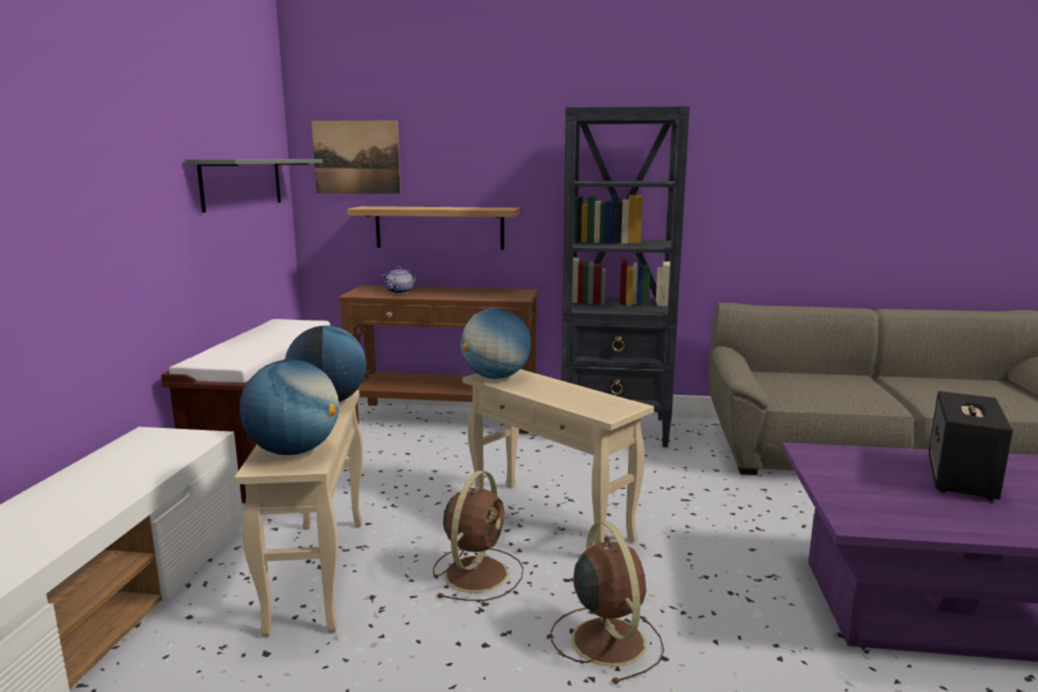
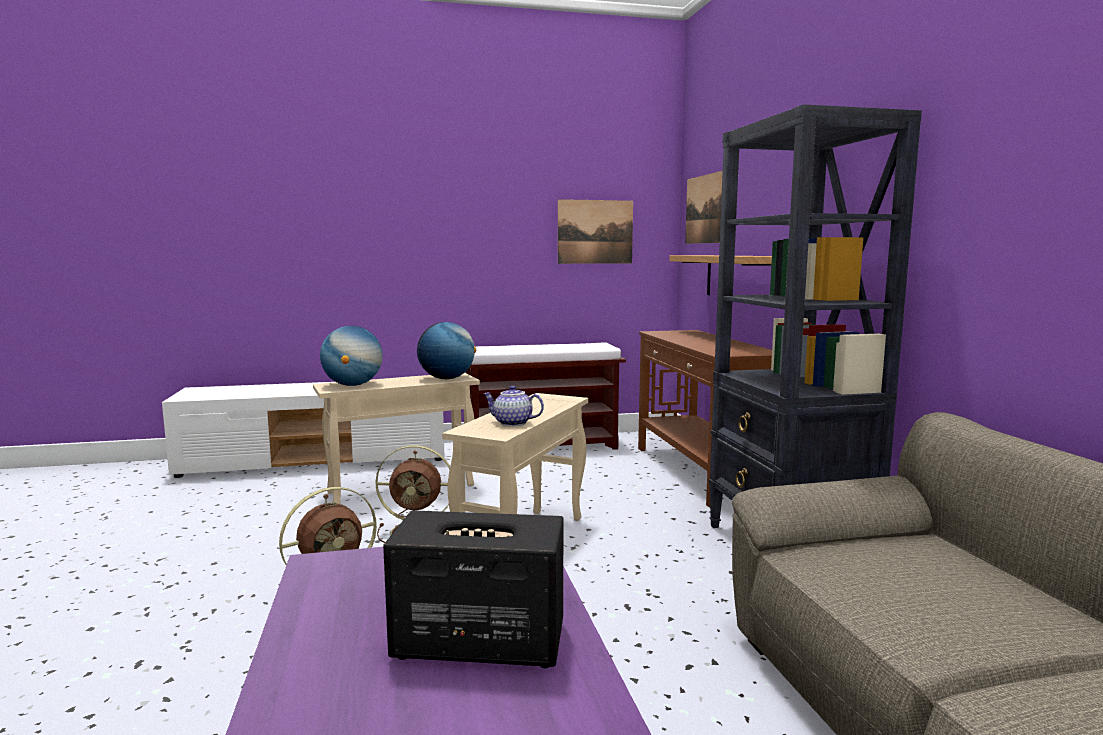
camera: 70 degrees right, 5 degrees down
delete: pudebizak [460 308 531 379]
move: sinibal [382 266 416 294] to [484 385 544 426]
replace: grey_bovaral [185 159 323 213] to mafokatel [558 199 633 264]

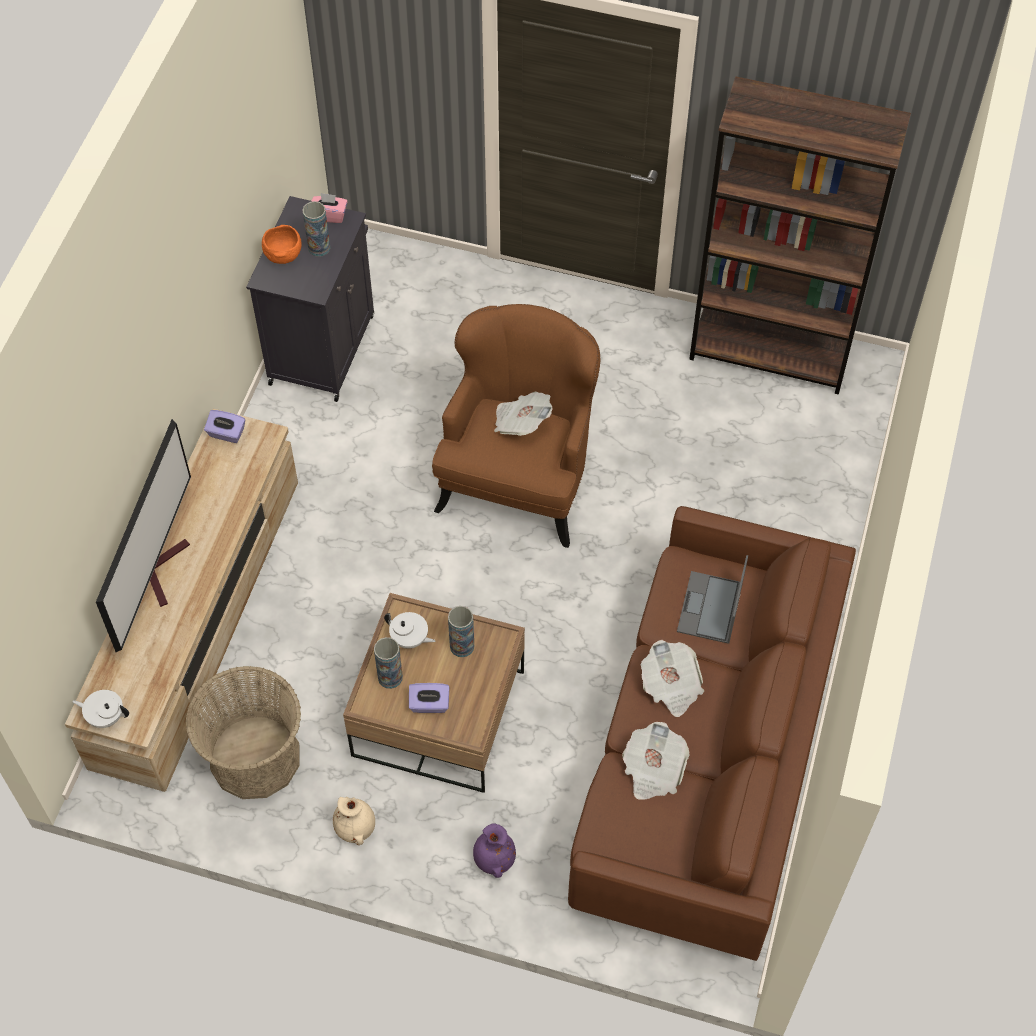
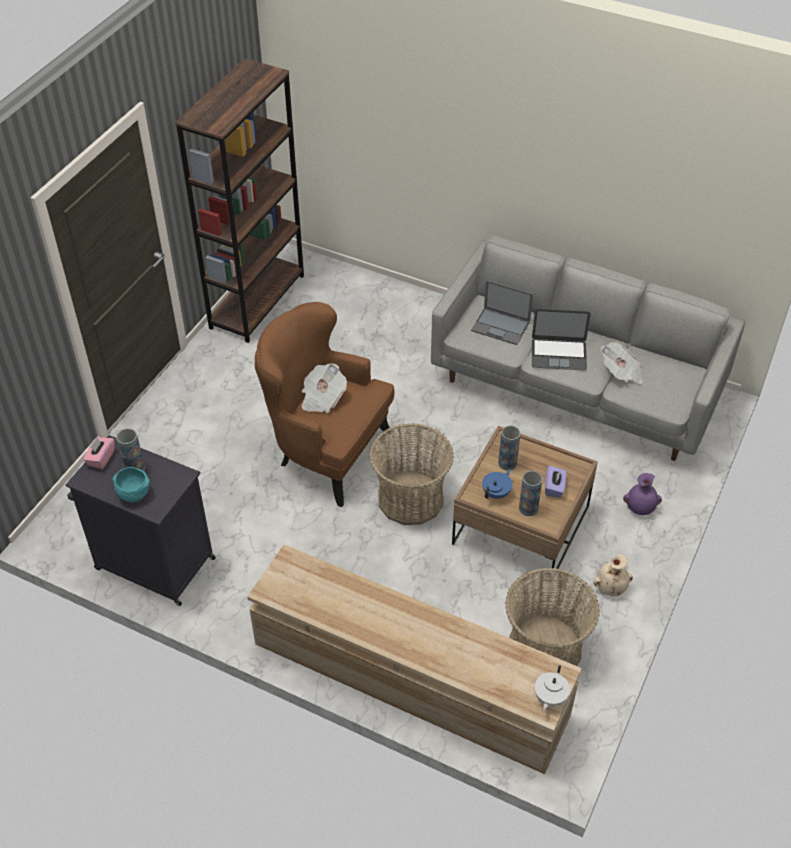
camera: 80 degrees left, 10 degrees down
delete: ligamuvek [96 419 191 652]; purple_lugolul [204 410 245 443]
insert: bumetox [369 423 454 525]
replace: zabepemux [641 640 704 717] to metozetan [532 309 591 370]
recolor: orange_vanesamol [262 225 301 264] to turquoise_vanesamol [112 467 150 503]; white_sinibal [384 612 435 649] to blue_sinibal [482 469 512 499]; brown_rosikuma [568 506 856 961] to grey_rosikuma [431 235 746 461]

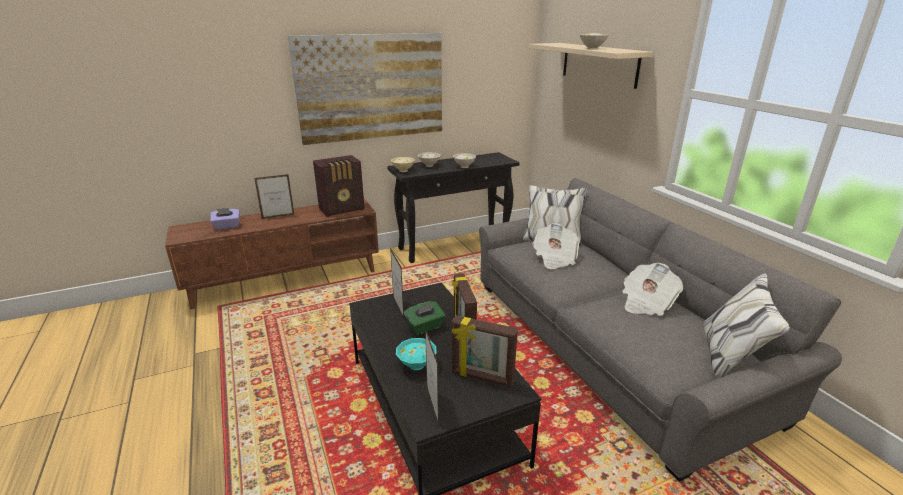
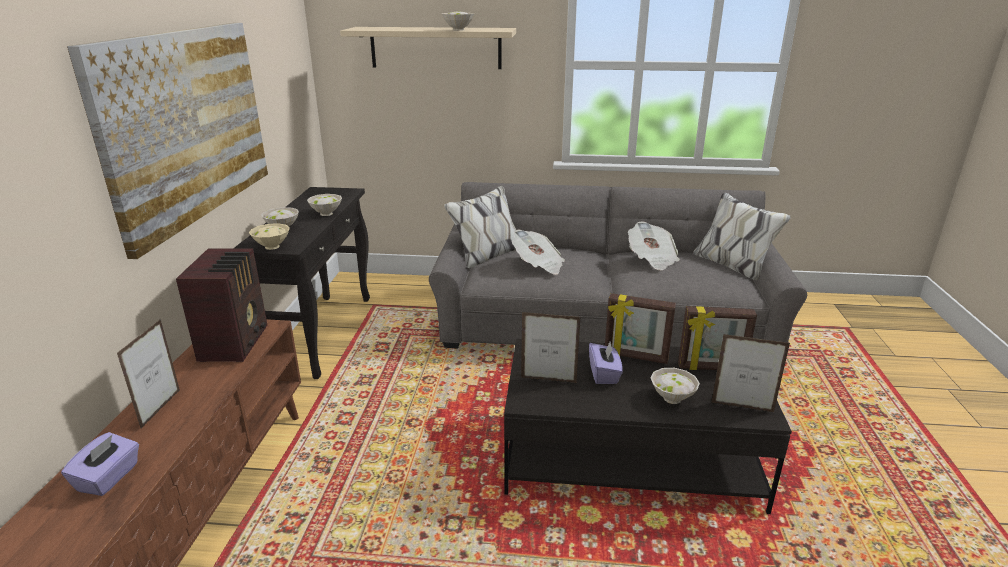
camera: 60 degrees left, 0 degrees up
recolor: turquoise_vanesamol [396 338 437 370] to white_vanesamol [651 368 700 404]; green_lugolul [404 301 446 335] to purple_lugolul [589 340 623 384]
rotate: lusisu [452 315 518 387] = [678 306 757 370] 45 degrees clockwise

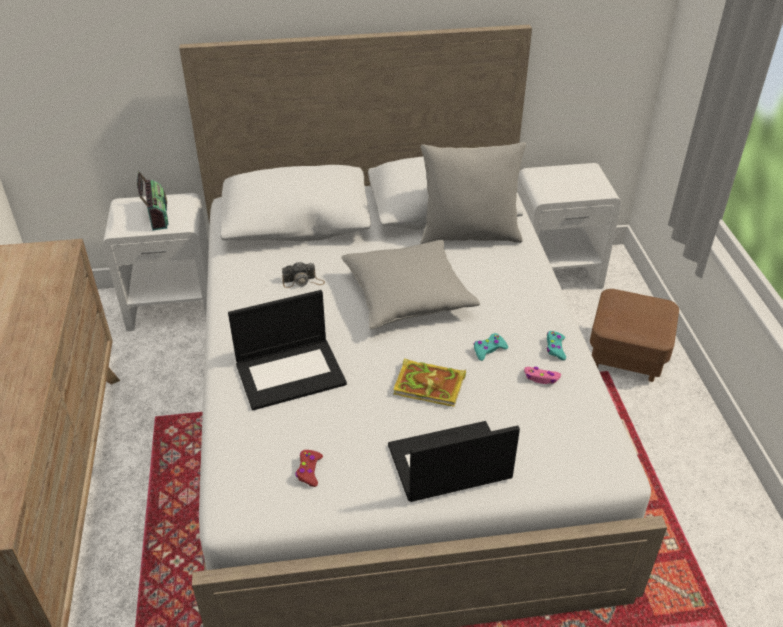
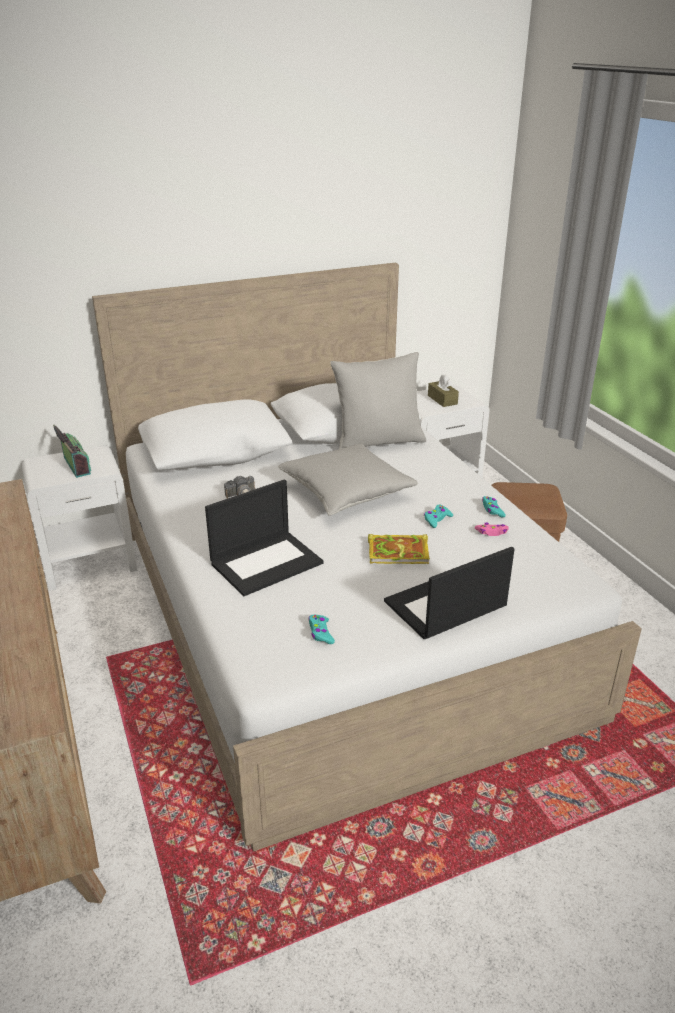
camera: 15 degrees left, 10 degrees down
insert: brown_lugolul [428 374 459 407]
recolor: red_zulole [295 450 323 487] to turquoise_zulole [309 615 335 644]

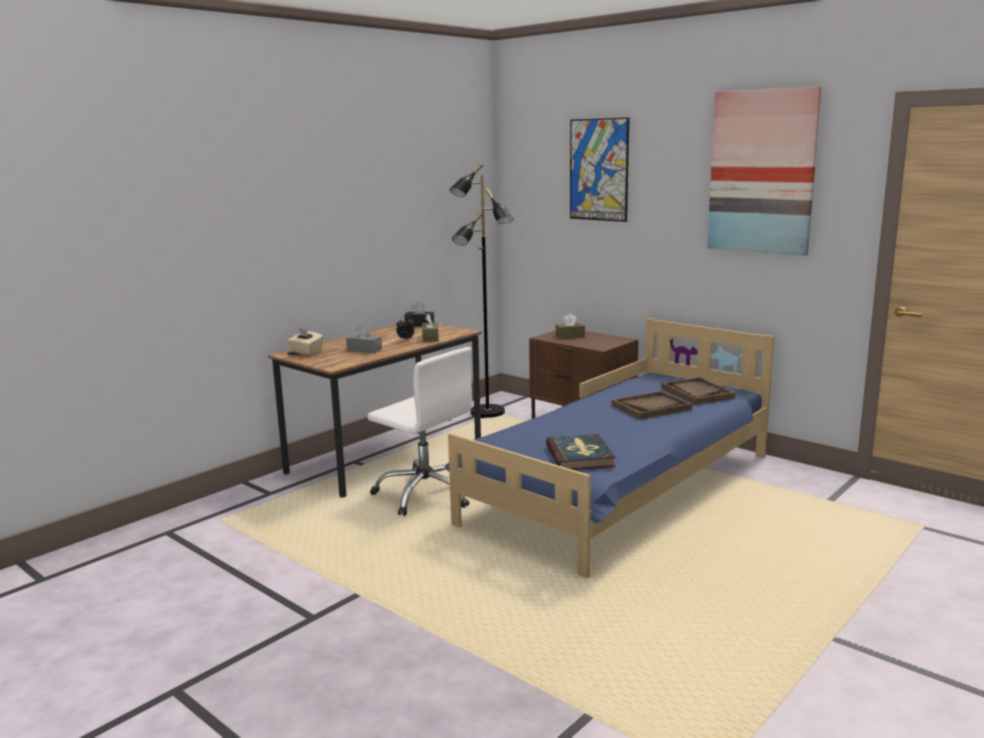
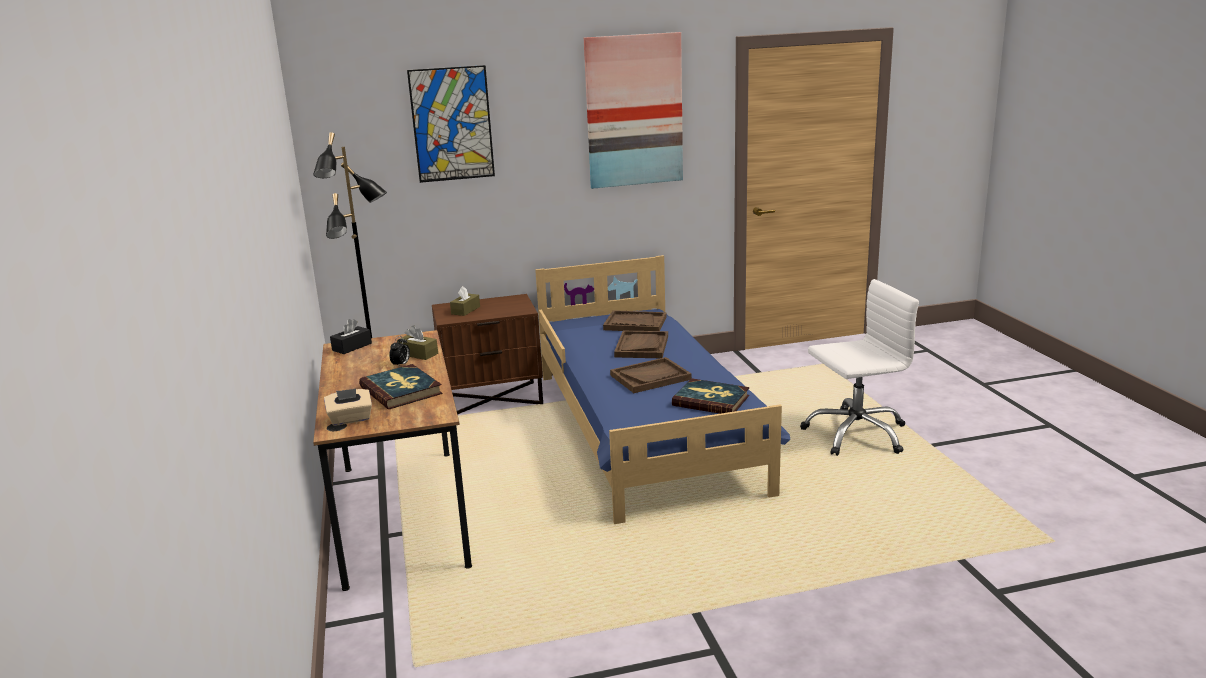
camera: 55 degrees left, 5 degrees up
insert: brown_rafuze [610 357 692 393]
move: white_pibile [368 347 472 516] to [800 279 919 456]
replace: grey_lugolul [346 325 382 353] to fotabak [359 364 443 409]

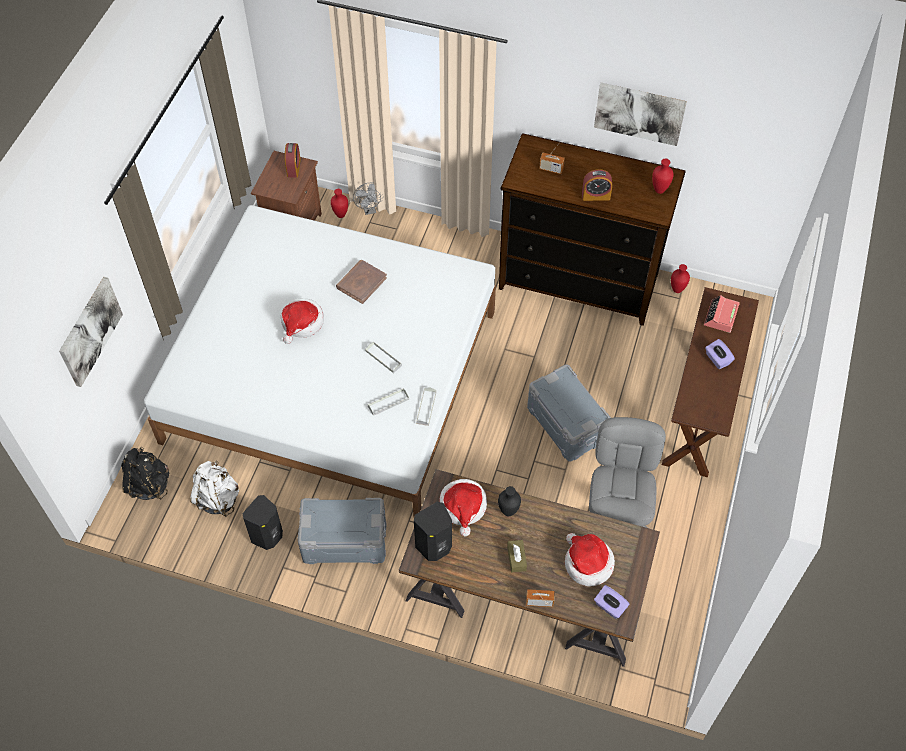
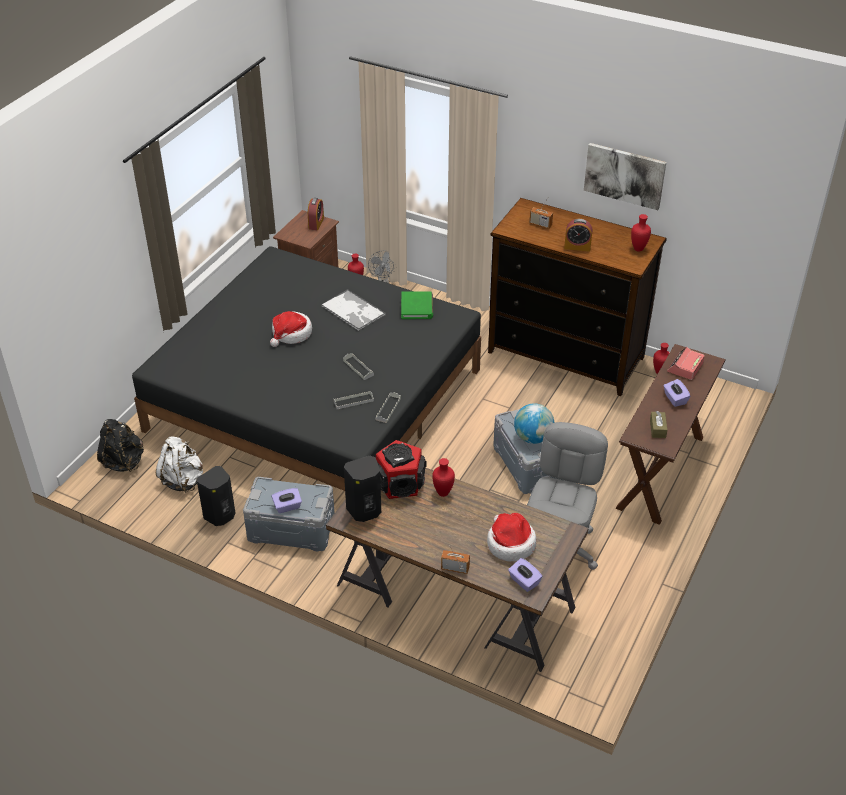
camera: 10 degrees right, 15 degrees down
delete: mafokatel [59 277 123 387]
insert: purple_lugolul [271 488 302 513]; green_fotabak [401 291 433 319]; pudebizak [514 403 554 444]
move: brown_lugolul [507 540 527 573] to [650 411 667 438]
replace: brown_fotabak [336 260 387 304] to rafuze [321 289 386 331]; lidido [439 479 487 536] to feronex [376 440 426 499]
recolor: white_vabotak [144 205 496 517] to black_vabotak [132 246 481 491]; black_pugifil [498 486 521 516] to red_pugifil [432 458 455 497]

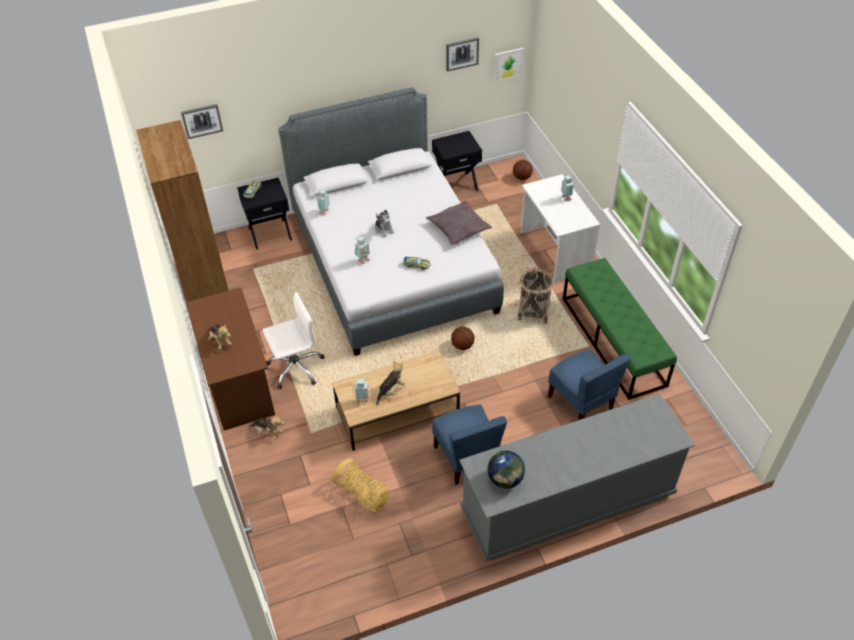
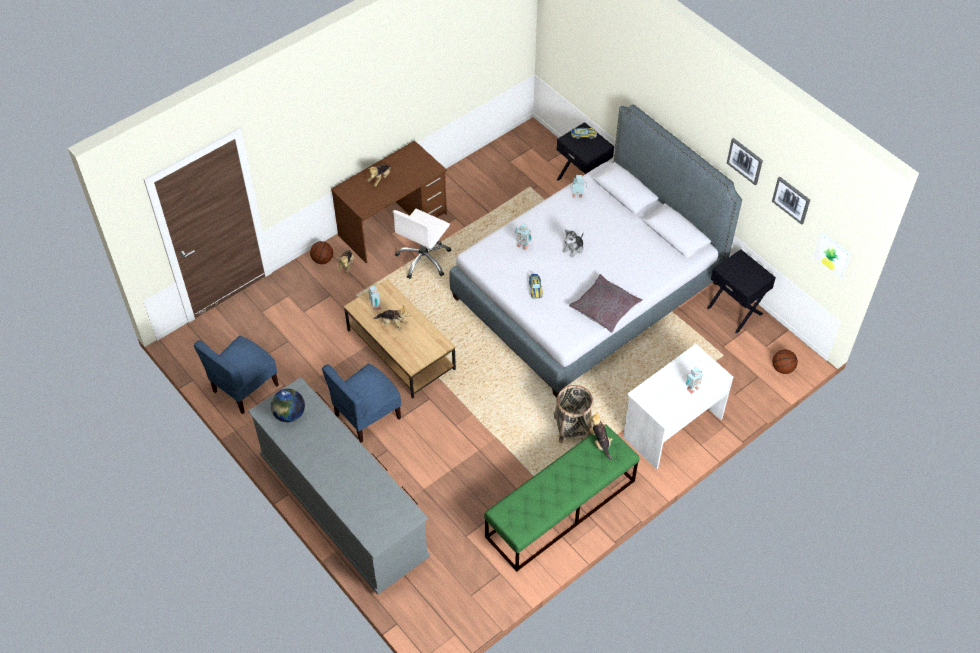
camera: 70 degrees right, 5 degrees up
delete: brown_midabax [136 120 229 302]; bumetox [332 458 390 513]
insert: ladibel [589 412 612 460]
move: mafokatel [181 104 223 139] to [727 138 763 185]; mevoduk [451 327 475 350] to [310 241 333 264]; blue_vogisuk [548 350 631 420] to [194 336 279 414]
rotate: white_pibile [263 292 325 389] = [393 209 451 279] 75 degrees clockwise

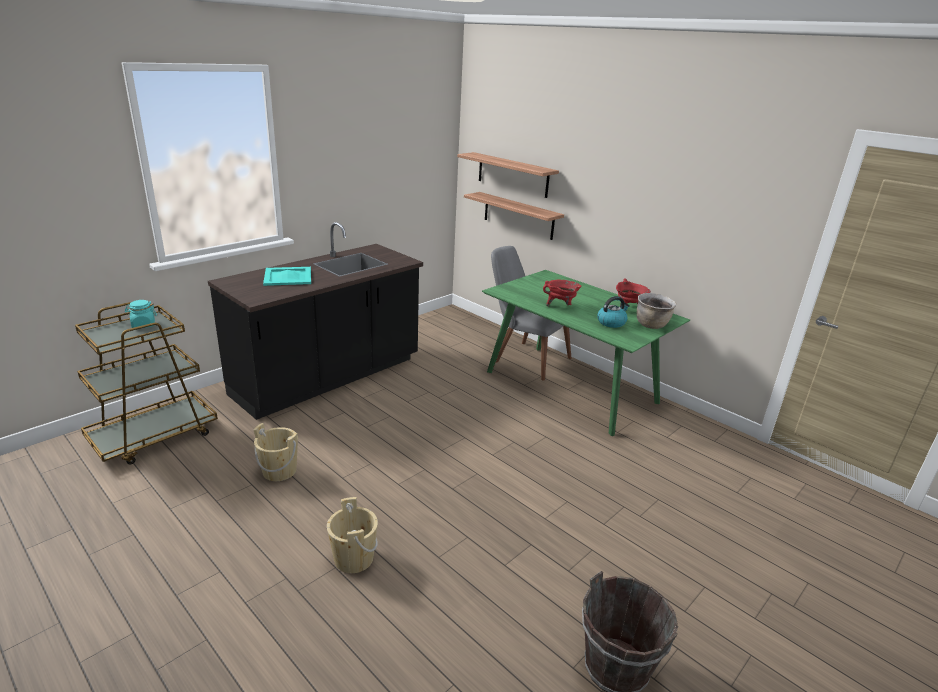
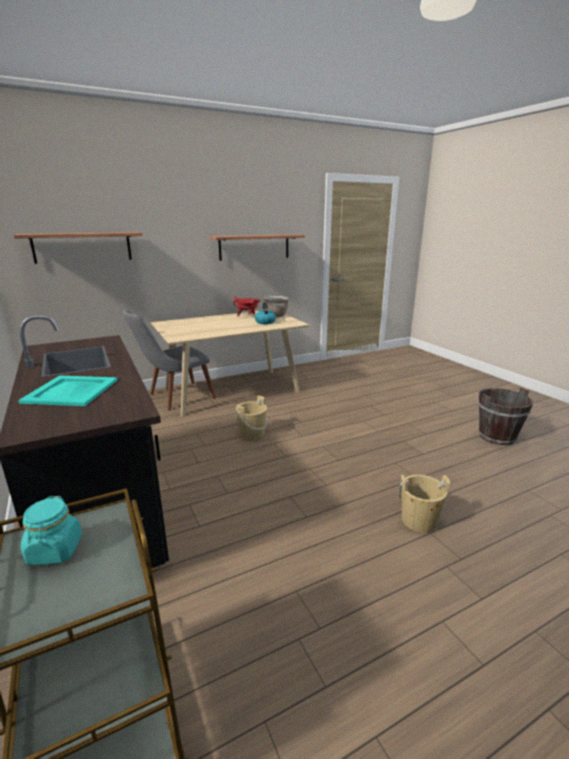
camera: 70 degrees left, 5 degrees down
delete: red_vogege [543 280 581 306]
move: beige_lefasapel [254 423 298 481] to [236 395 267 440]; bovaral [464 192 564 240] to [210 234 305 261]
recolor: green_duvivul [482 270 690 436] to beige_duvivul [151 311 310 417]

